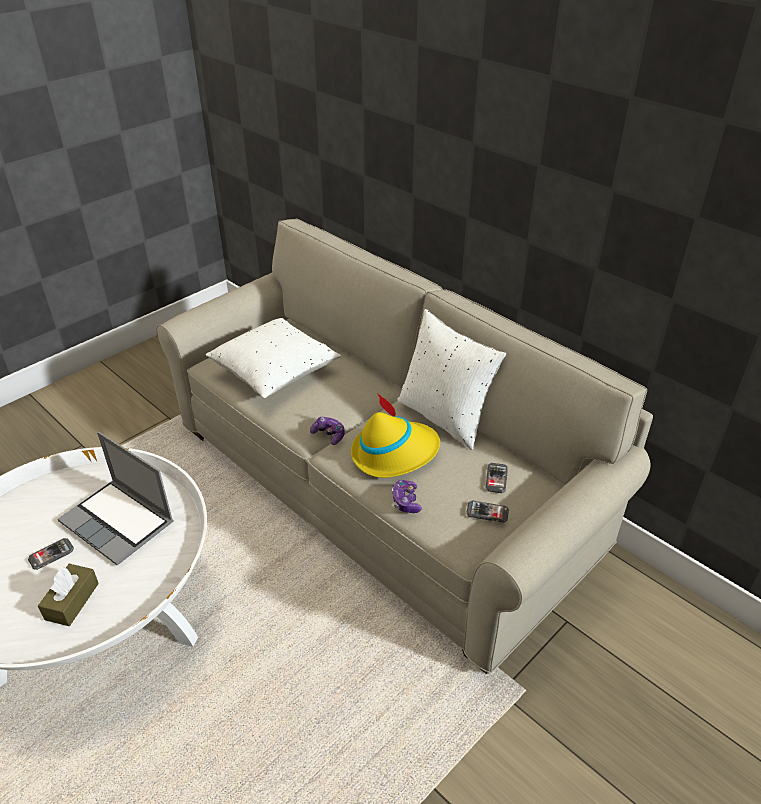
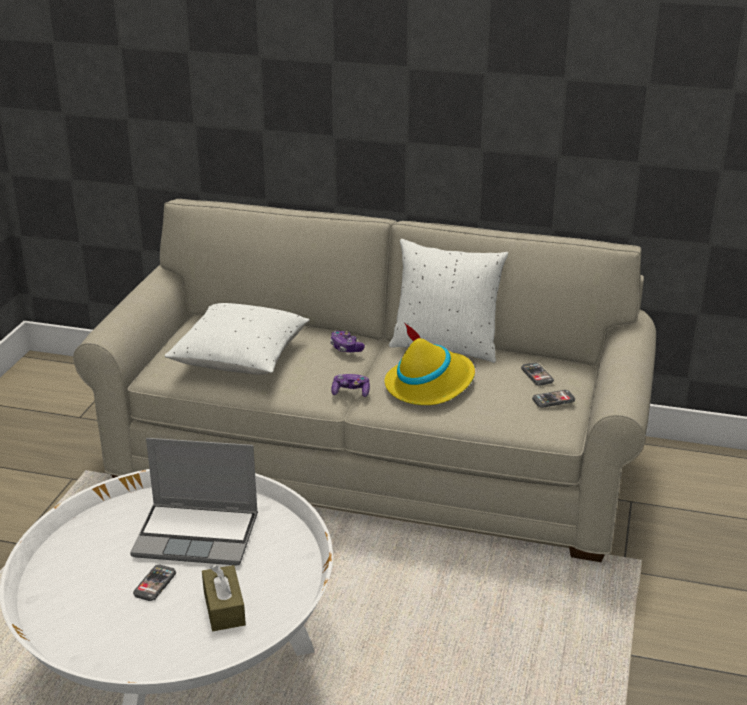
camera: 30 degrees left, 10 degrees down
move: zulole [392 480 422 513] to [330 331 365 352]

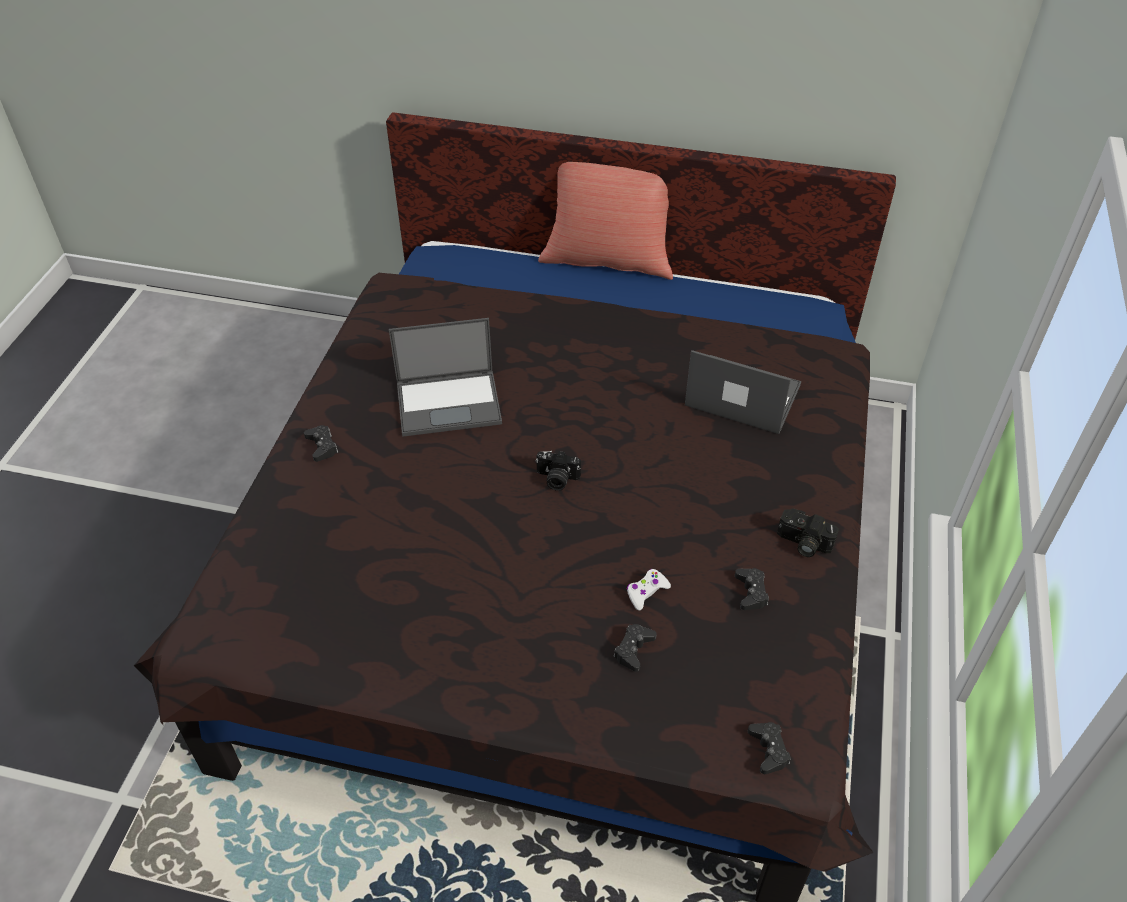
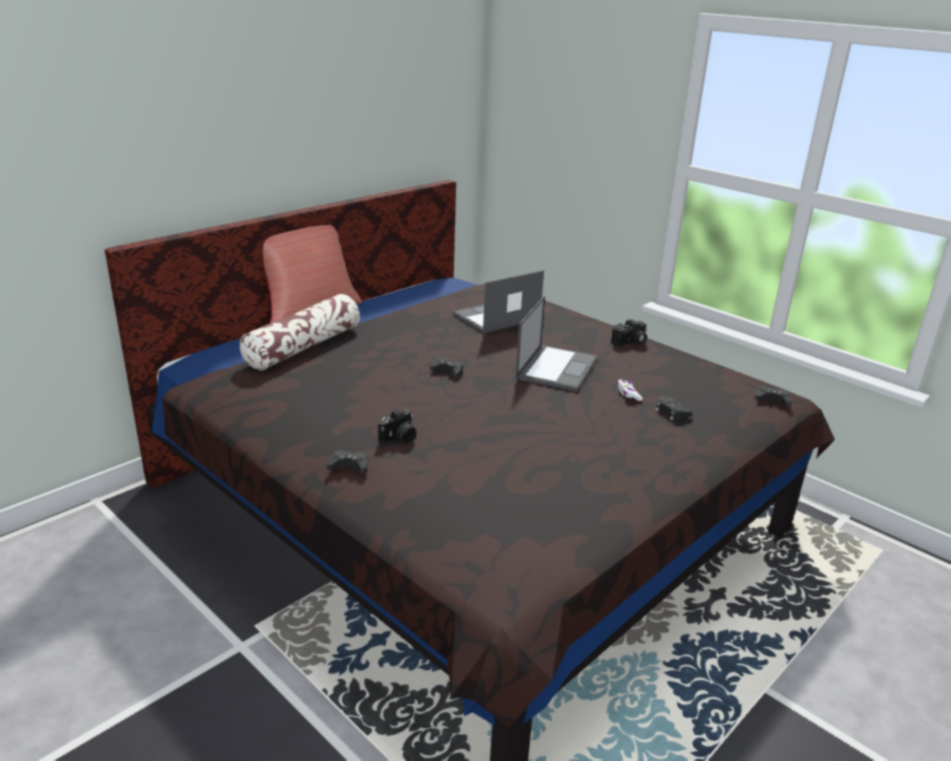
camera: 60 degrees left, 20 degrees down
insert: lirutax [240 294 360 370]
move: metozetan [389 318 502 437] to [515 296 597 392]; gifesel [535 451 581 491] to [378 409 417 443]; black_zulole [735 568 769 610] to [430 358 463 378]

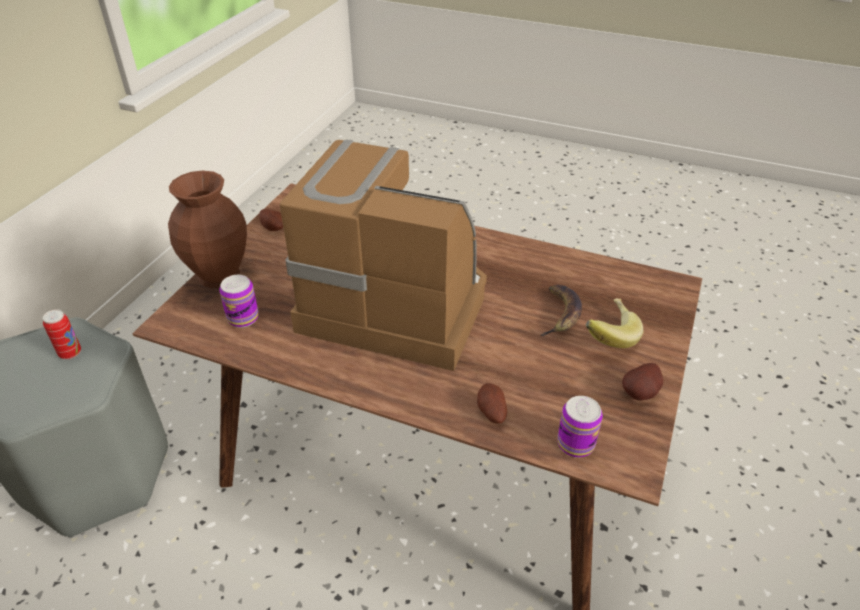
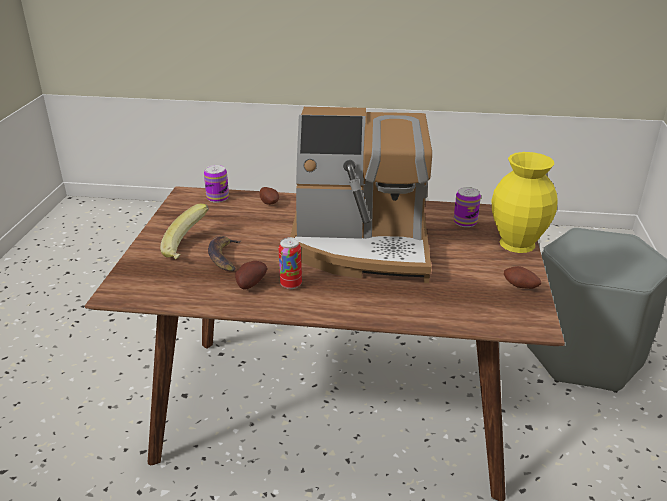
camera: 165 degrees right, 10 degrees down
move: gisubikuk [42 309 81 359] to [279 237 302 289]; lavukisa [622 363 663 400] to [235 261 267 290]
recolor: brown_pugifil [168 170 247 288] to yellow_pugifil [492 152 558 253]

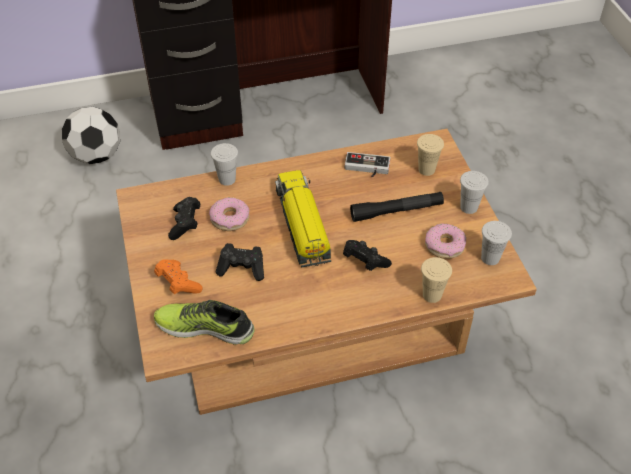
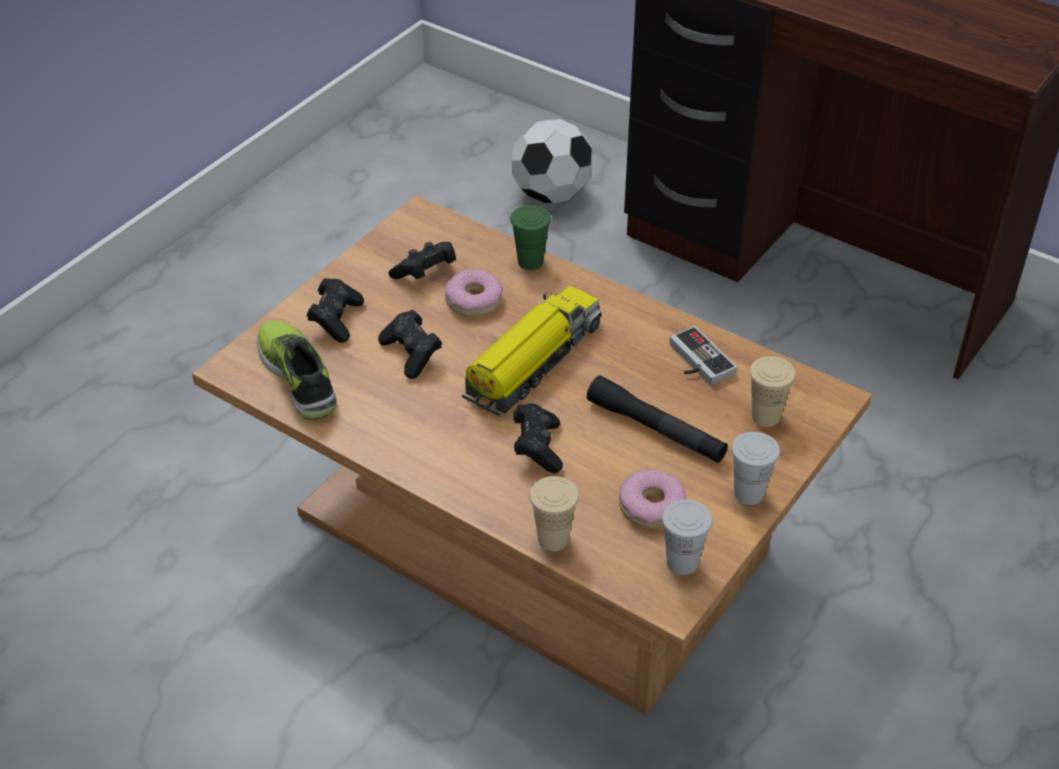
camera: 50 degrees right, 5 degrees down
recolor: orange_zulole [154 259 203 294] to black_zulole [307 278 364 343]; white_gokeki [211 143 238 186] to green_gokeki [510 205 551 270]

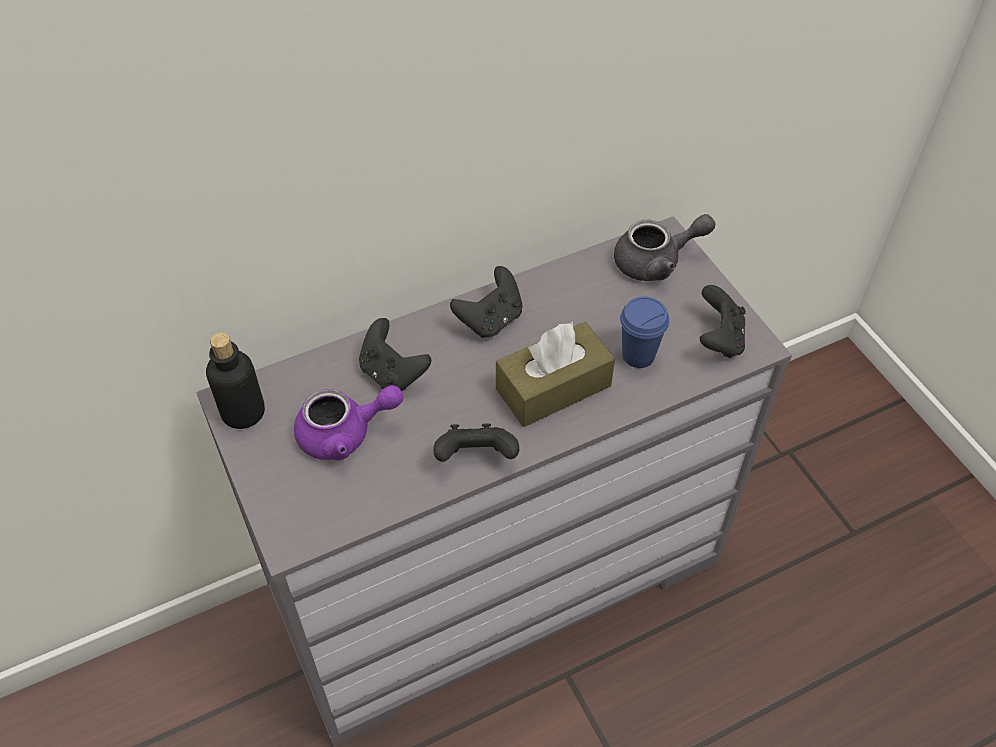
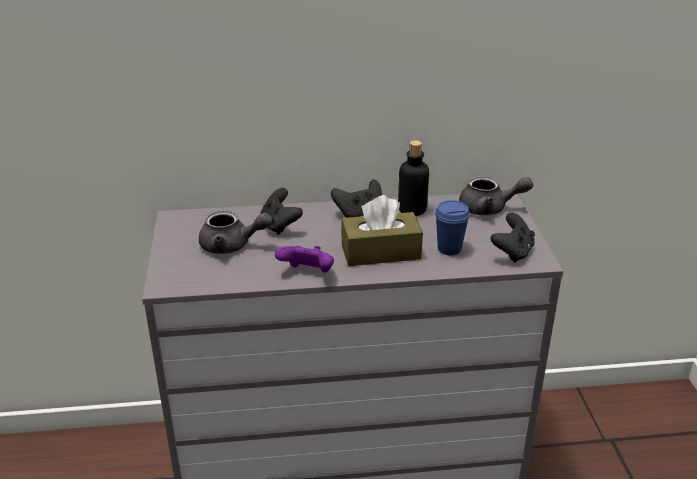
camera: 20 degrees right, 20 degrees down
move: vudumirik [206 333 265 429] to [398 140 429 216]
recolor: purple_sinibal [294 385 404 460] to grey_sinibal [199 210 272 254]; black_zulole [433 423 519 462] to purple_zulole [275 246 334 273]

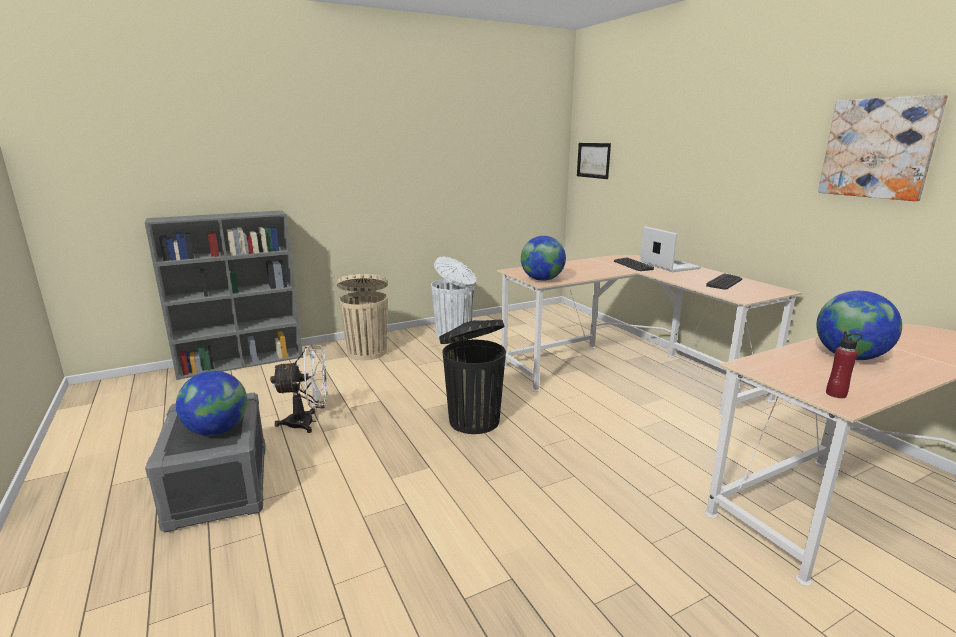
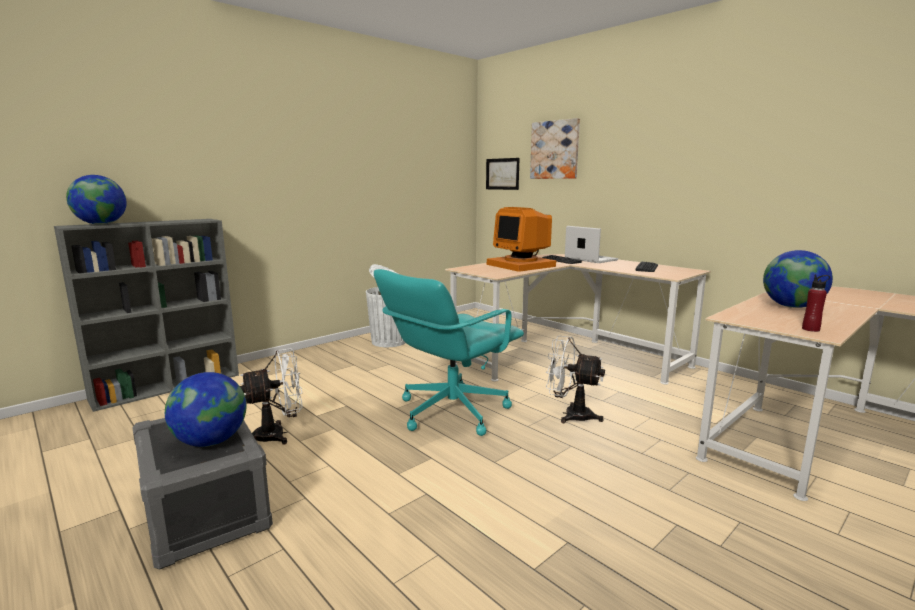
camera: 15 degrees left, 5 degrees down
delete: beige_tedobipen [337 274 388 360]
insert: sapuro [487 207 556 272]; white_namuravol [546 336 605 423]
move: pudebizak [521 236 566 281] to [66 175 127 225]; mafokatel [818 94 948 201] to [530 118 580 179]
replace: black_tedobipen [439 320 506 434] to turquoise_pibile [374 269 524 436]

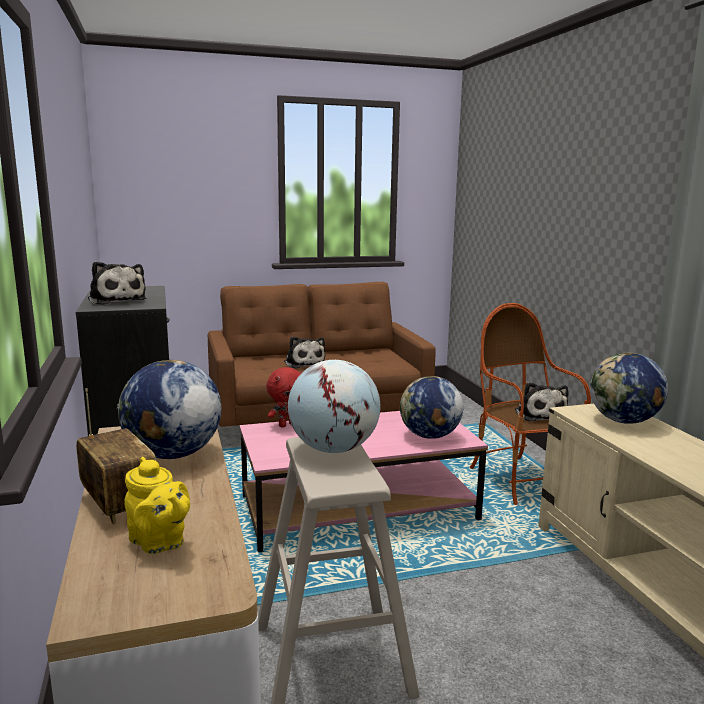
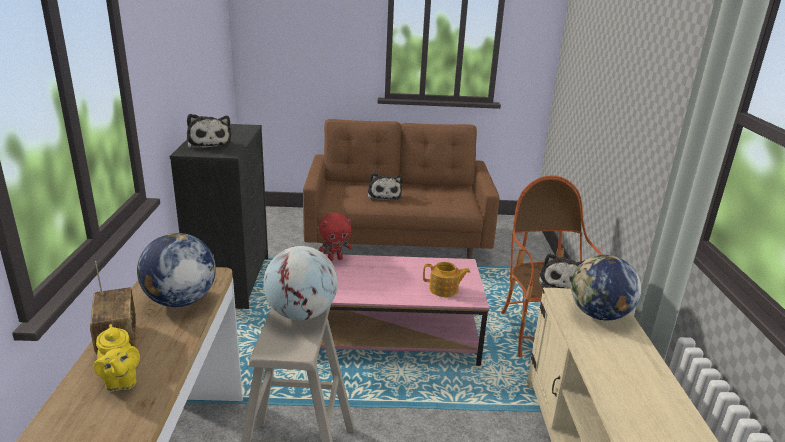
camera: 15 degrees right, 10 degrees up
replace: pudebizak [400 376 463 439] to sinibal [423 262 470 297]

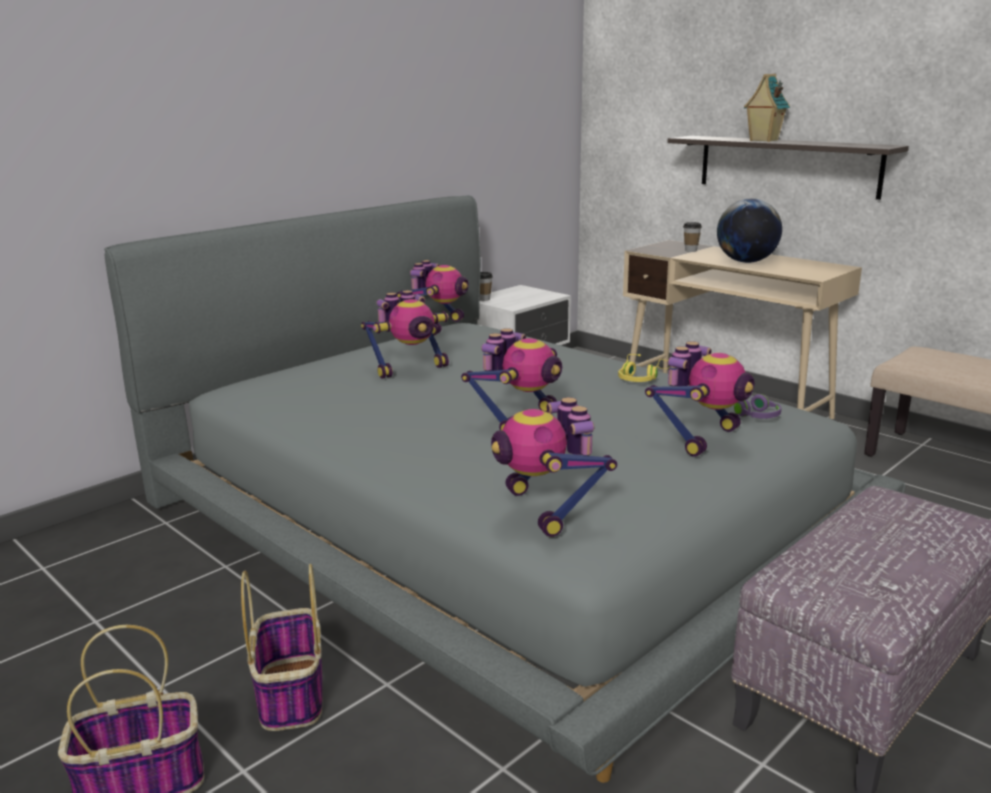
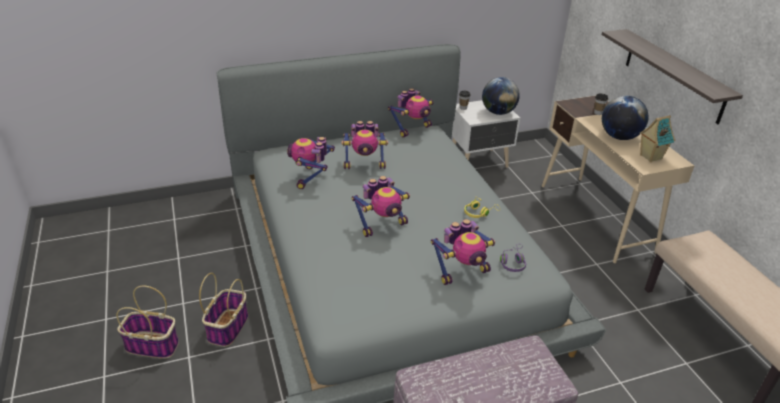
camera: 25 degrees right, 15 degrees up
insert: pudebizak [482 77 520 115]
move: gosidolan [491 397 617 537] to [287 137 335 189]; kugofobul [744 74 790 142] to [640 115 675 162]

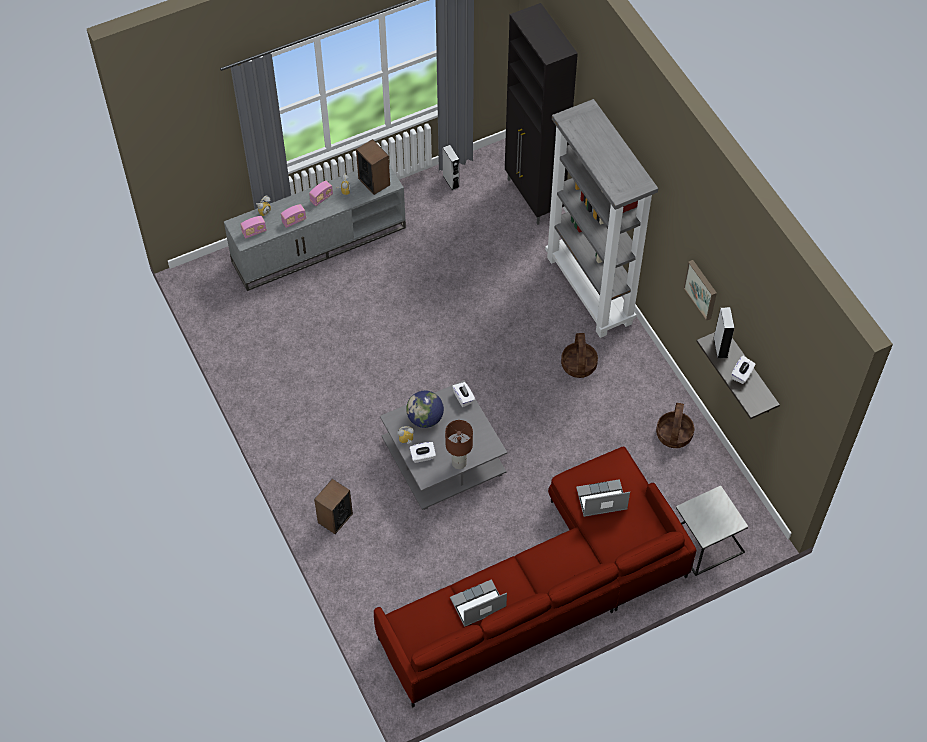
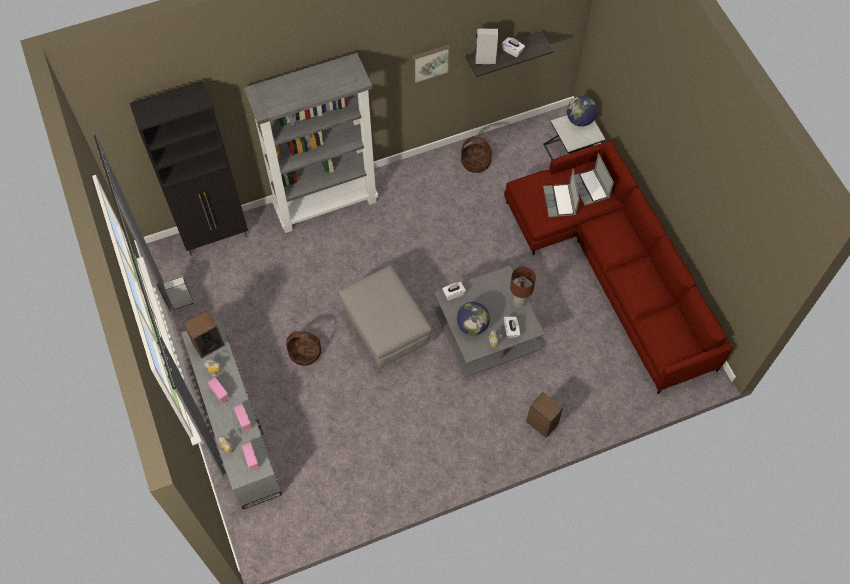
camera: 85 degrees left, 5 degrees up
insert: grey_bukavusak [338 266 432 369]; pudebizak [567 96 597 127]
move: metozetan [450 579 507 627] to [570 153 614 205]; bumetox [561 333 598 378] to [286 331 321 366]

